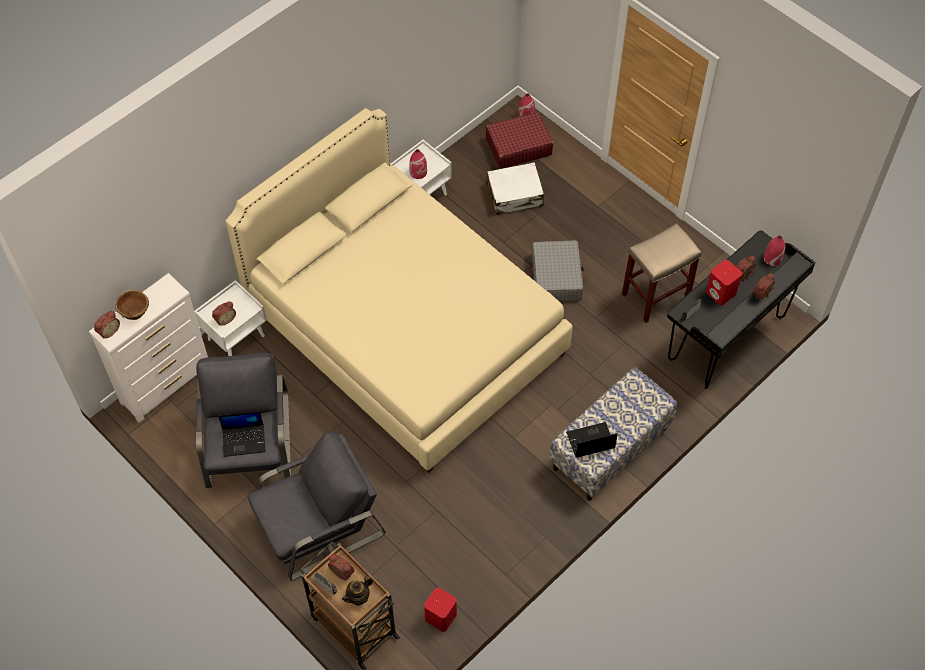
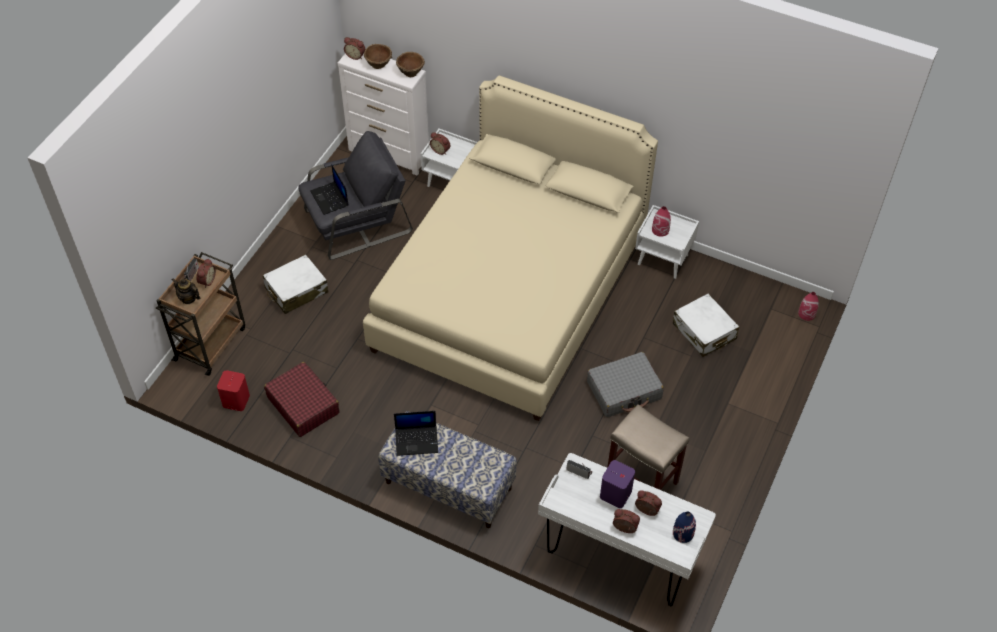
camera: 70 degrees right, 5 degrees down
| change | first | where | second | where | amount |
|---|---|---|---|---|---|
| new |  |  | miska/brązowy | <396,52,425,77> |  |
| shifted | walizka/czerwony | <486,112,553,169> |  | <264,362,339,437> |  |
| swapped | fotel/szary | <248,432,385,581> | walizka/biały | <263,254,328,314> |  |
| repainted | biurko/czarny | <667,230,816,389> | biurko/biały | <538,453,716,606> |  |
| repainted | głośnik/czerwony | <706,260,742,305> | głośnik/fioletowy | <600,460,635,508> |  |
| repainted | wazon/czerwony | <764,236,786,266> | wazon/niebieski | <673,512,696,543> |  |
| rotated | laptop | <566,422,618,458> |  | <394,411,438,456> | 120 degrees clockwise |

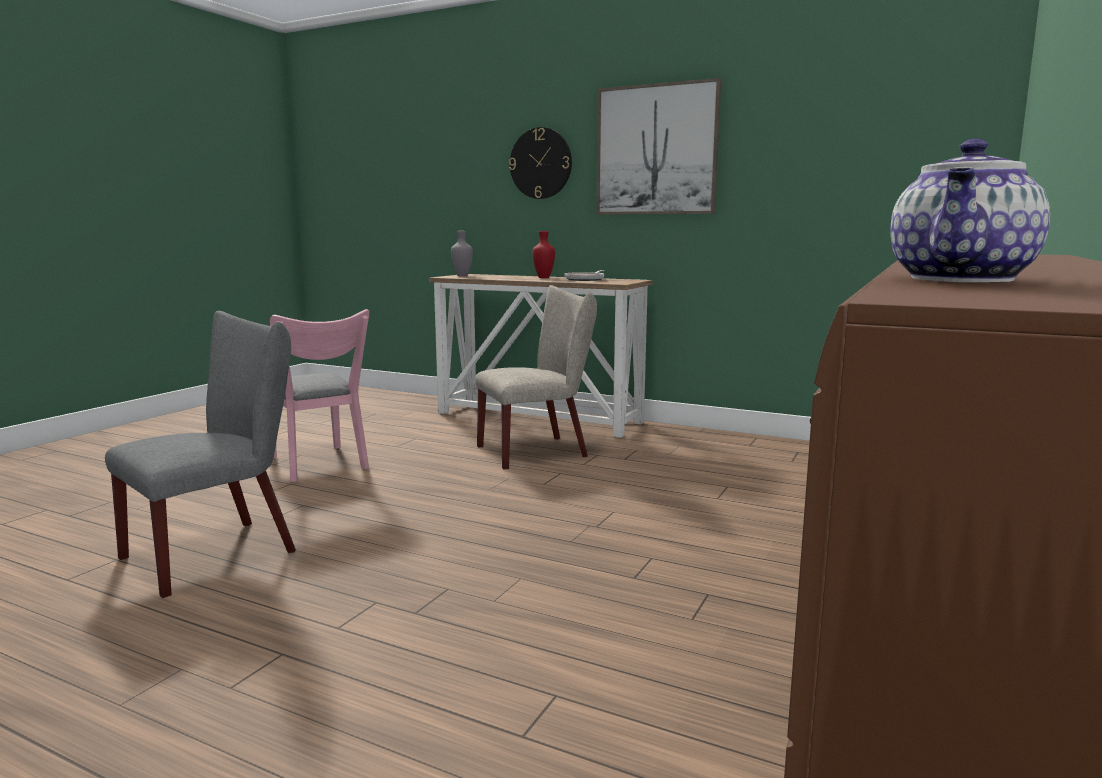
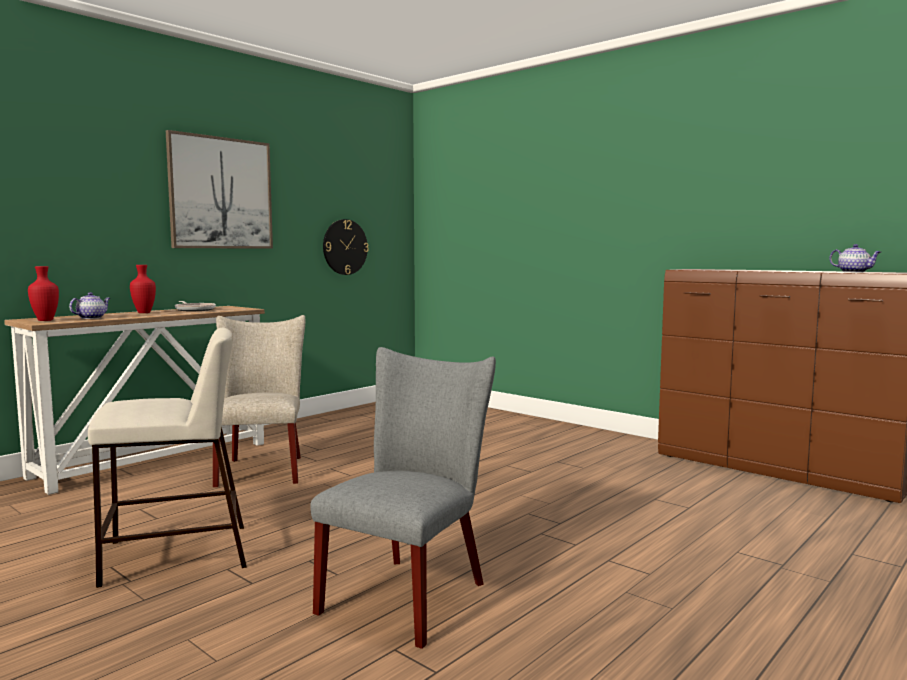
camera: 75 degrees left, 5 degrees down
| change | first | where | second | where | amount |
|---|---|---|---|---|---|
| new |  |  | imbryk | <69,292,110,319> |  |
| shifted | zegar ścienny | <509,127,572,199> |  | <323,219,369,275> |  |
| swapped | krzesło/różowy | <270,309,369,482> | stołek/beżowy | <88,328,247,588> |  |
| repainted | wazon/szary | <451,231,473,276> | wazon/czerwony | <28,266,59,321> |  |
| rotated | krzesło/szary | <105,311,296,598> |  | <310,347,496,649> | 60 degrees clockwise |

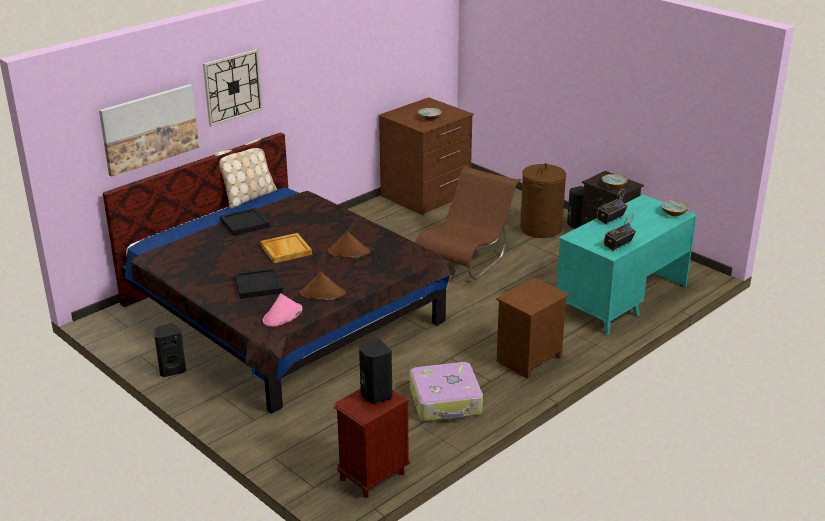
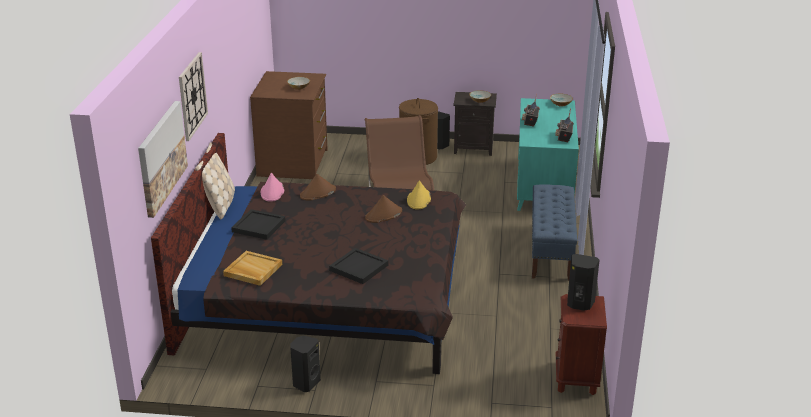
camera: 40 degrees left, 0 degrees up
| change | first | where | second | where | amount |
|---|---|---|---|---|---|
| gone | walizka | <410,362,483,421> |  |  |  |
| new |  |  | kapelusz/żółty | <407,180,431,209> |  |
| shifted | taca/beżowy | <260,233,312,263> |  | <223,251,282,286> |  |
| shifted | kapelusz/różowy | <263,293,302,327> |  | <261,173,284,202> |  |
| shifted | kapelusz/brązowy | <300,272,346,301> |  | <300,174,336,201> |  |
| swapped | szafka nocna/brązowy | <496,278,569,379> | ławka/niebieski | <532,184,577,281> |  |

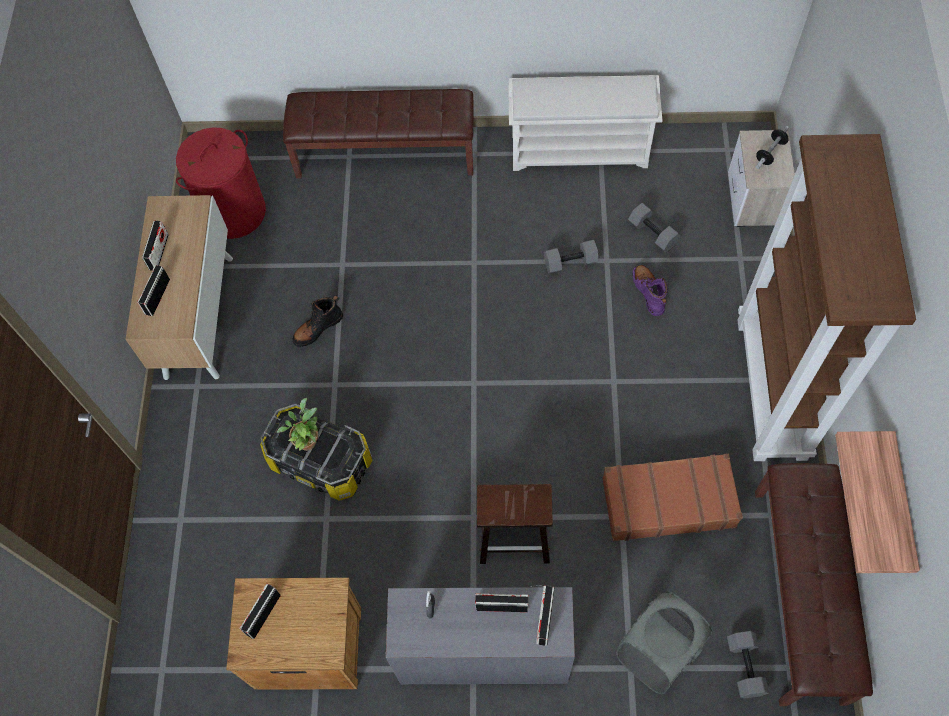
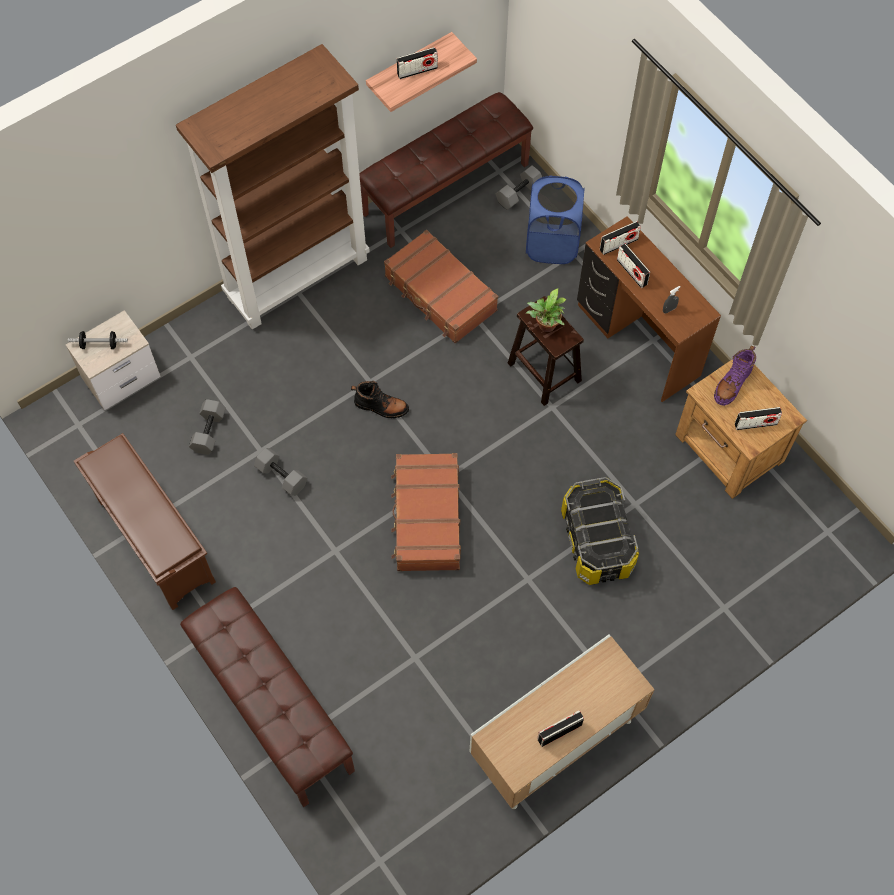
camera: 130 degrees left, 0 degrees up
| change | first | where | second | where | amount |
|---|---|---|---|---|---|
| gone | kosz na pranie/czerwony | <176,127,266,239> |  |  |  |
| new |  |  | walizka/brązowy | <391,453,461,571> |  |
| shifted | radio | <137,265,170,316> |  | <397,47,438,79> |  |
| shifted | roślina doniczkowa | <277,398,318,451> |  | <526,288,566,332> |  |
| shifted | but z cholewką/czarny | <293,295,343,347> |  | <351,381,409,418> |  |
| shifted | but z cholewką/fioletowy | <632,265,668,316> |  | <714,345,756,406> |  |
| repainted | biurko/szary | <386,585,575,684> | biurko/brązowy | <577,216,721,402> |  |
| repainted | regał na buty/biały | <508,75,663,171> | regał na buty/brązowy | <74,433,216,610> |  |
| repainted | kosz na pranie/szary | <616,591,712,694> | kosz na pranie/niebieski | <526,175,585,264> |  |

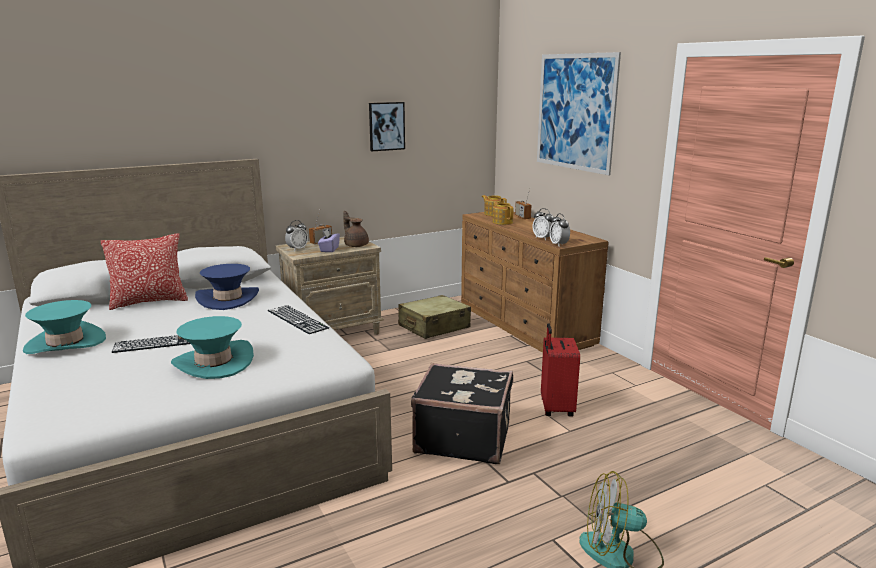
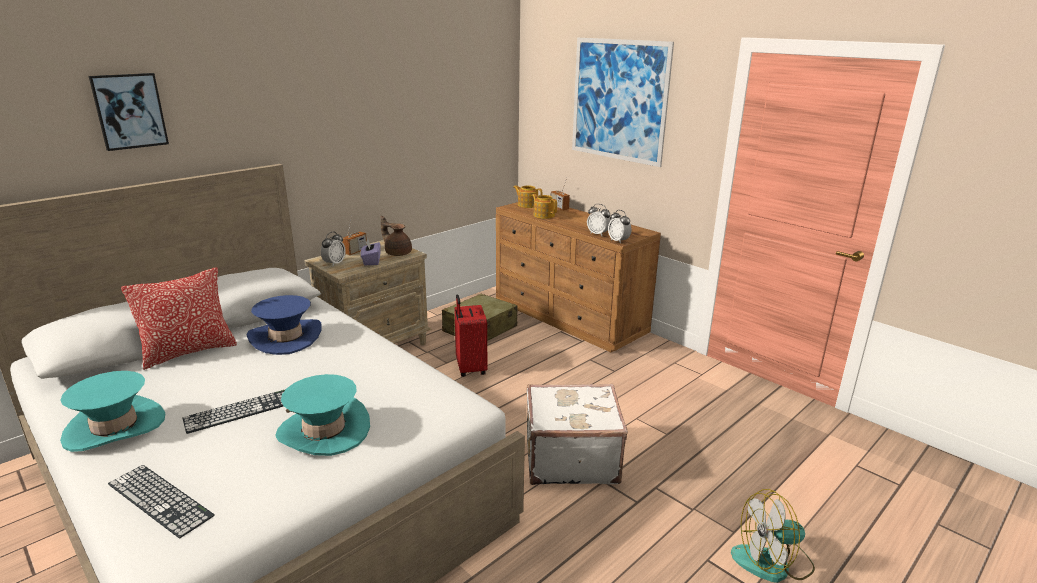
camera: 15 degrees left, 5 degrees up
| change | first | where | second | where | amount |
|---|---|---|---|---|---|
| shifted | klawiatura | <268,305,329,334> |  | <108,465,215,539> |  |
| shifted | obraz | <369,102,405,151> |  | <89,73,169,151> |  |
| shifted | walizka/czerwony | <541,323,580,416> |  | <454,294,488,377> |  |
| repainted | walizka/czarny | <411,363,513,464> | walizka/biały | <526,384,628,485> |  |

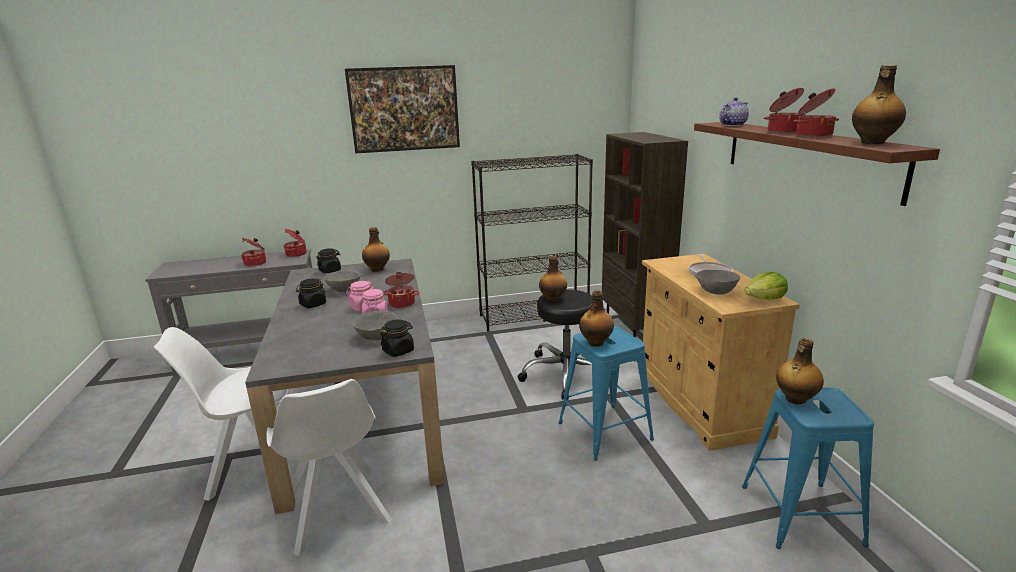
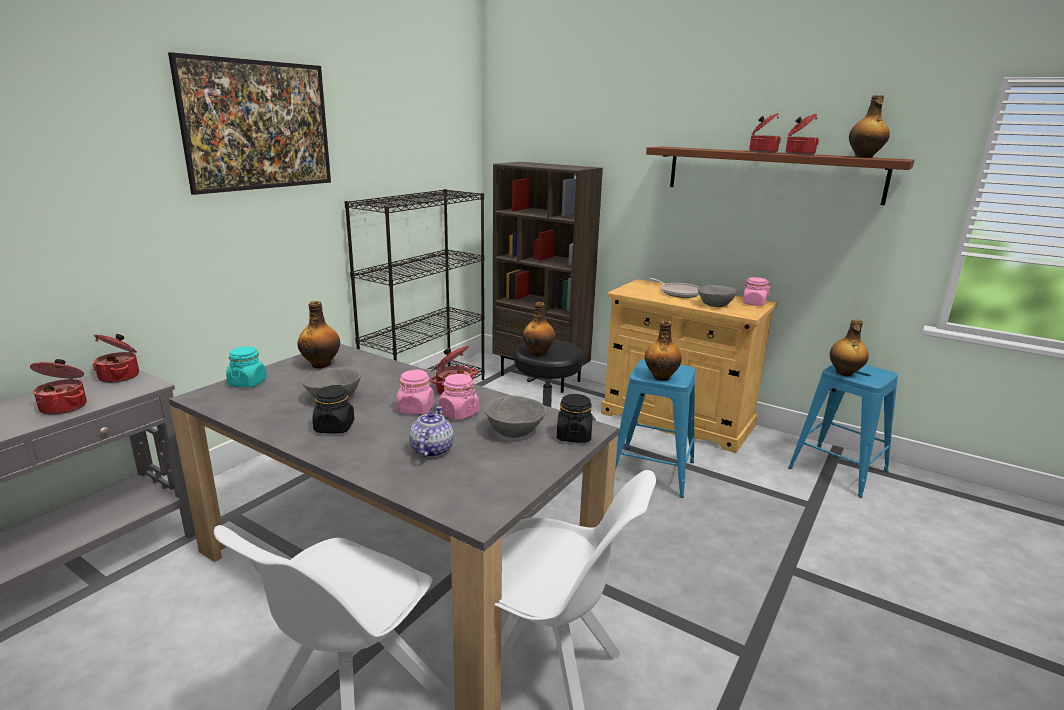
camera: 45 degrees left, 0 degrees up
| change | first | where | second | where | amount |
|---|---|---|---|---|---|
| shifted | imbryk | <719,97,749,126> |  | <409,406,454,458> |  |
| swapped | sałata | <745,272,788,300> | słoik/różowy | <742,277,771,306> |  |
| repainted | słoik/czarny | <316,248,341,273> | słoik/turkusowy | <226,346,267,387> |  |

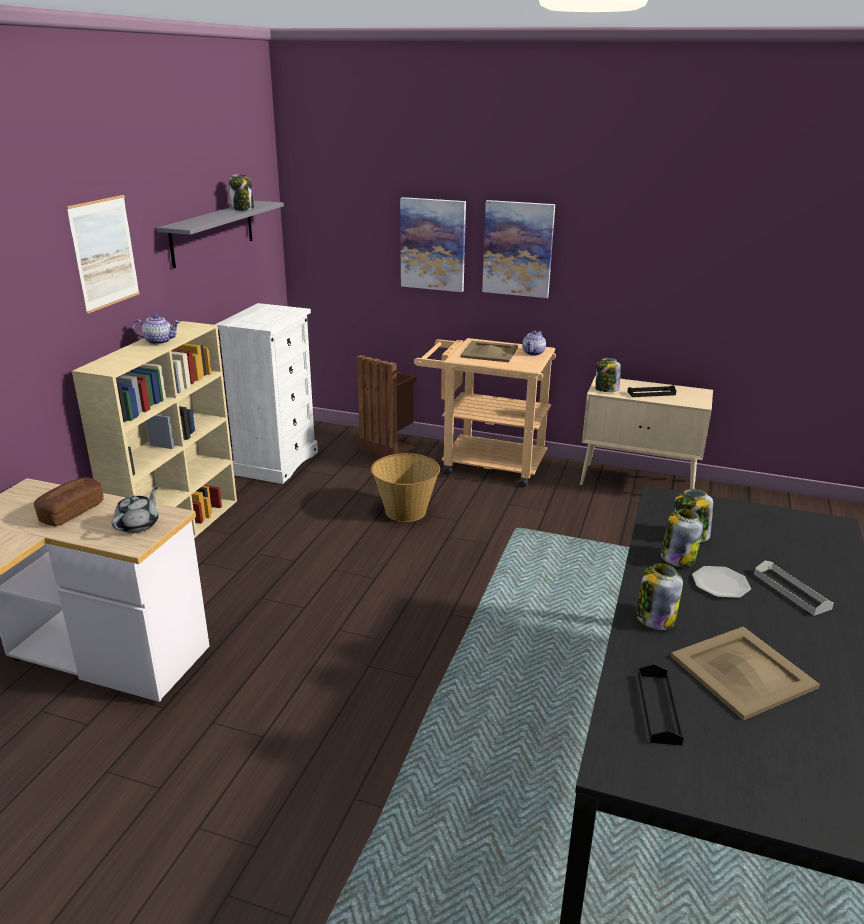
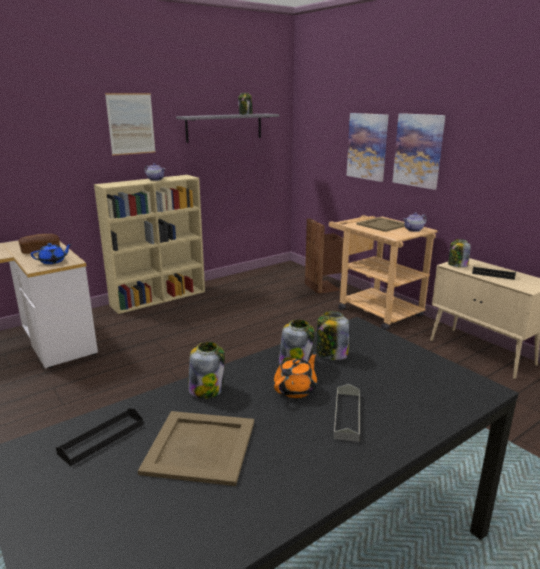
camera: 35 degrees right, 5 degrees down
| change | first | where | second | where | amount |
|---|---|---|---|---|---|
| gone | komoda/biały | <214,303,318,484> |  |  |  |
| gone | koszyk | <371,453,440,522> |  |  |  |
| swapped | talerz | <692,566,751,598> | imbryk/pomarańczowy | <274,352,317,398> |  |
| repainted | imbryk/szary | <111,487,159,533> | imbryk/niebieski | <31,243,72,264> |  |

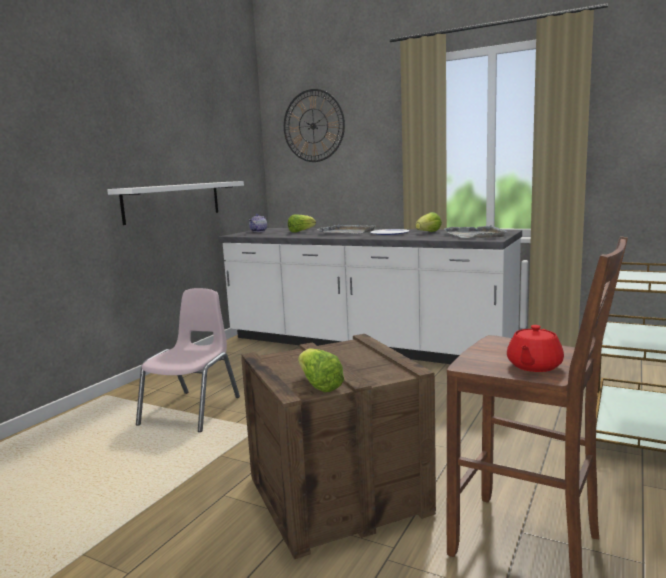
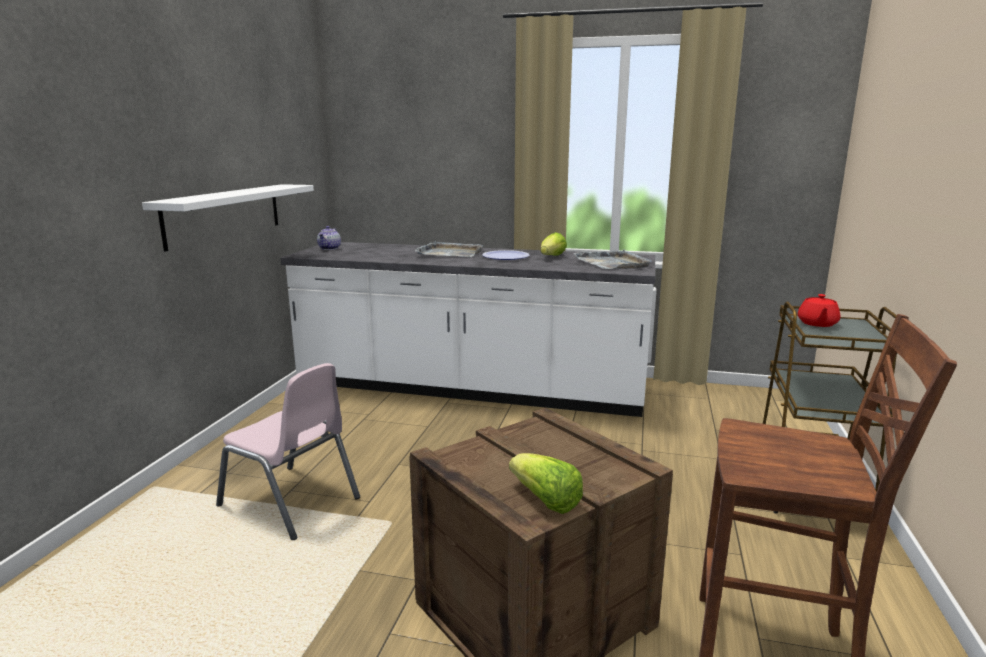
camera: 15 degrees left, 5 degrees up
| change | first | where | second | where | amount |
|---|---|---|---|---|---|
| gone | zegar ścienny | <284,89,345,162> |  |  |  |
| gone | sałata | <288,214,316,233> |  |  |  |
| shifted | imbryk/czerwony | <507,325,564,372> |  | <798,294,840,327> |  |
| rotated | krzesło/różowy | <136,288,240,432> |  | <216,363,360,540> | 120 degrees clockwise |

